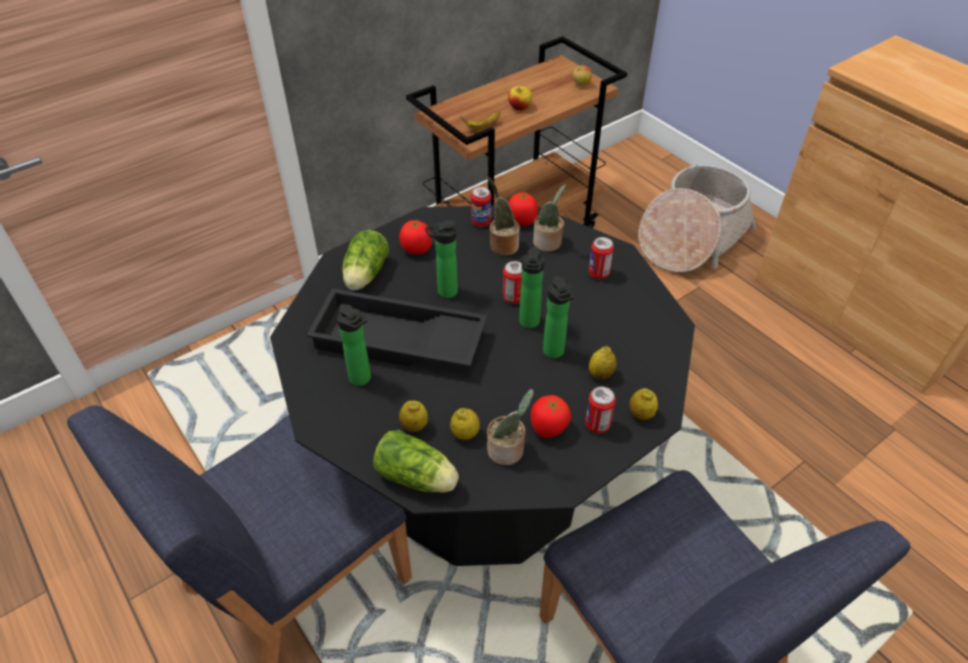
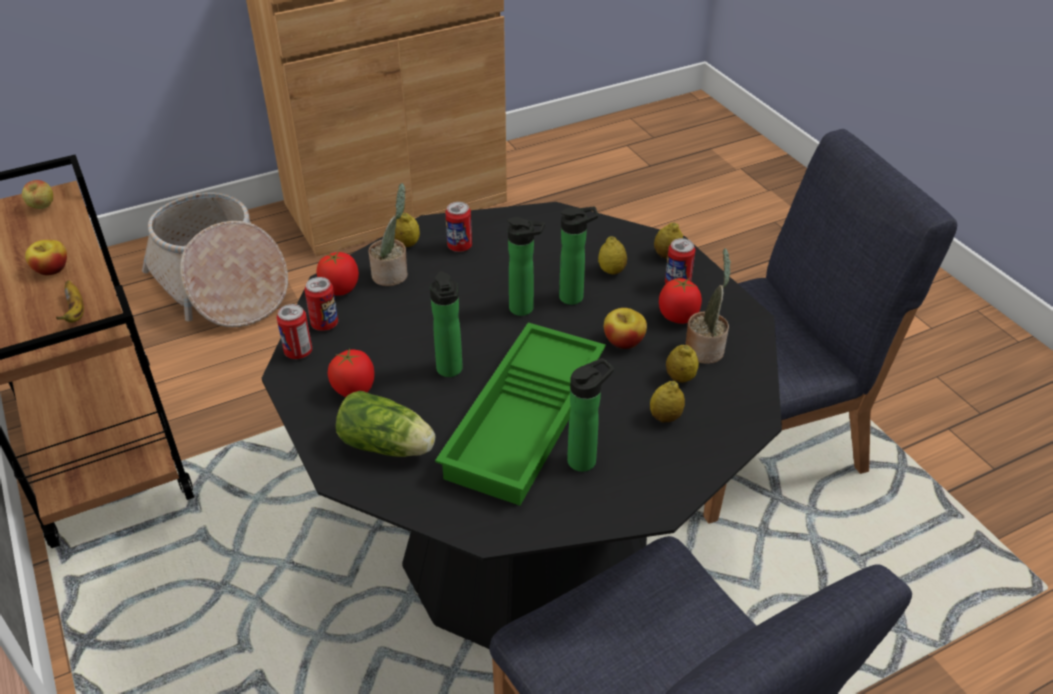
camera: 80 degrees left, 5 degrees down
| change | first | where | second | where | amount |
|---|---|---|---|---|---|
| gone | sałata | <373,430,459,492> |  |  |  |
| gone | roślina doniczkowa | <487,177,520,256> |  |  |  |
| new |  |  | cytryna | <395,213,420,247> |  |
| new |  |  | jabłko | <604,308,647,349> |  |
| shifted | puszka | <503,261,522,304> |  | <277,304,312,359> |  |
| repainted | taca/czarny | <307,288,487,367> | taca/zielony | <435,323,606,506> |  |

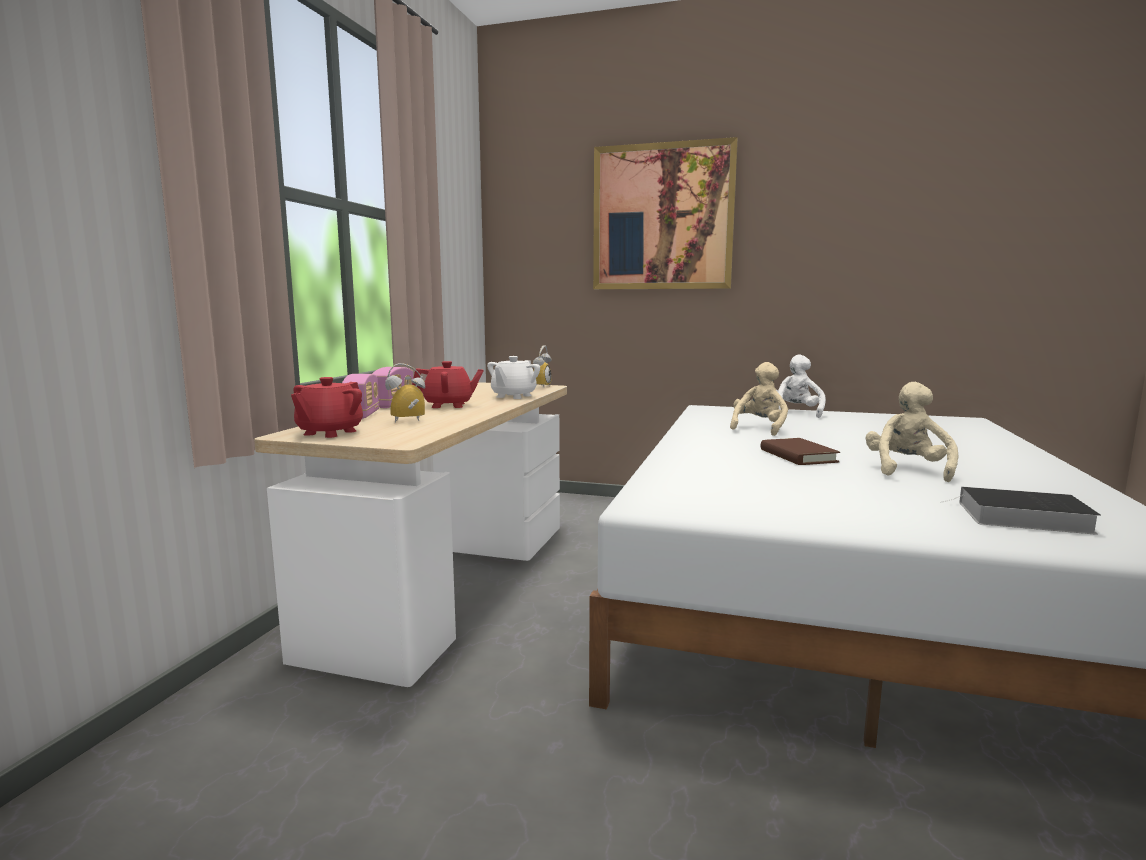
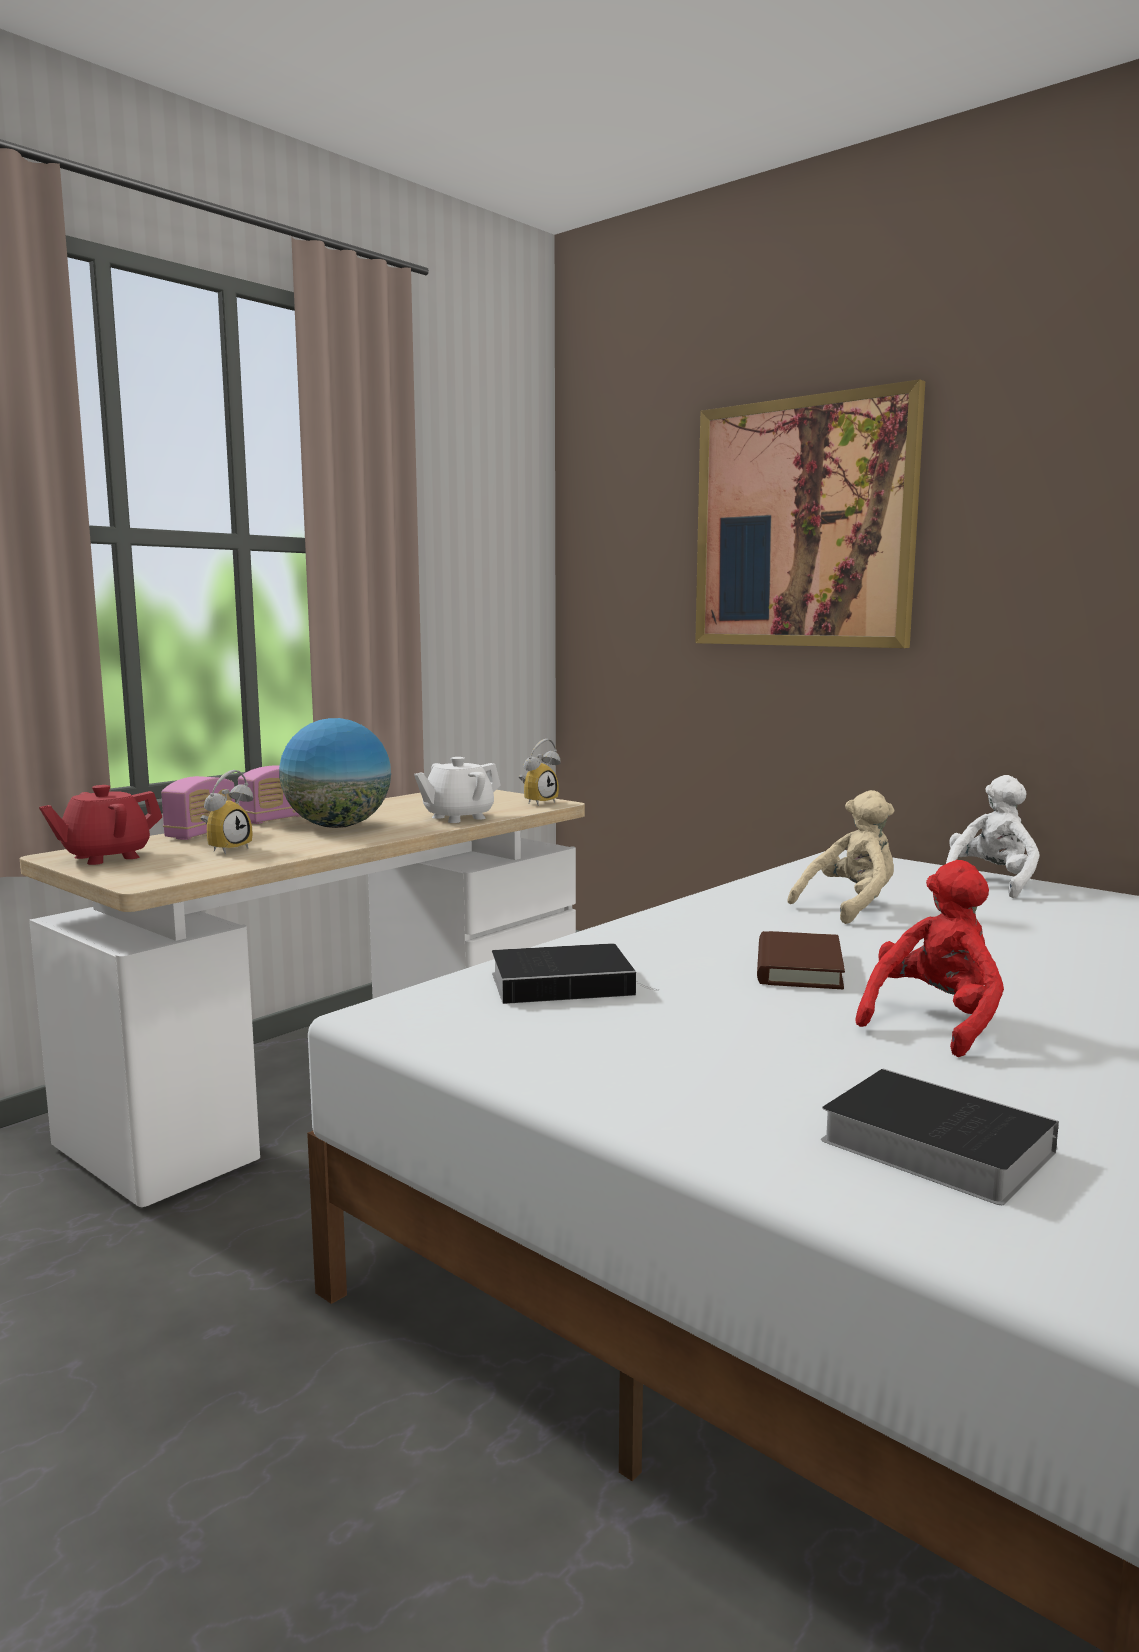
camera: 25 degrees right, 0 degrees up
| change | first | where | second | where | amount |
|---|---|---|---|---|---|
| new |  |  | książka | <492,943,659,1004> |  |
| swapped | imbryk/czerwony | <412,361,483,408> | globus | <279,718,391,828> |  |
| repainted | pluszak/beżowy | <866,382,958,482> | pluszak/czerwony | <855,860,1004,1057> |  |
| rotated | budzik | <385,363,425,423> |  | <200,770,253,854> | 120 degrees clockwise |

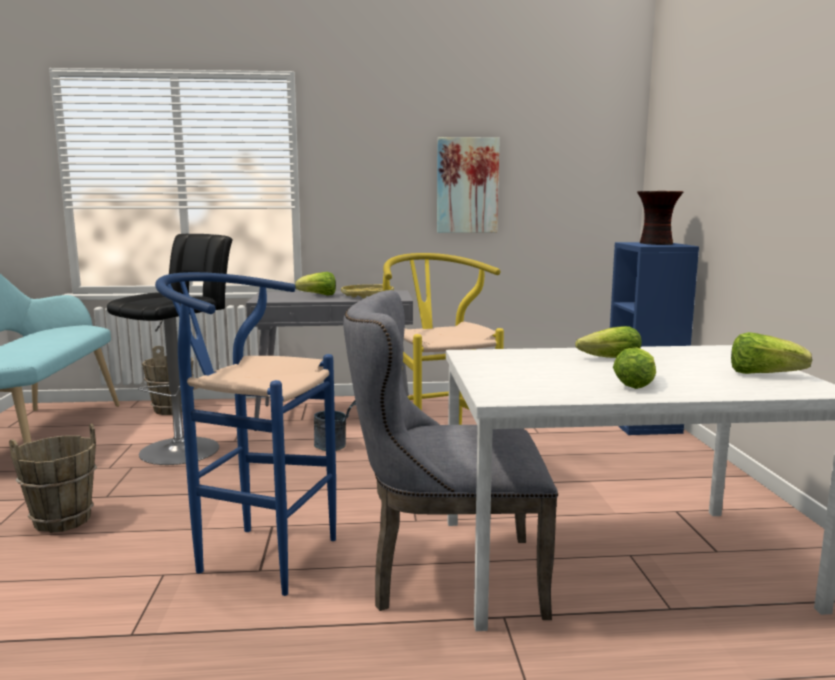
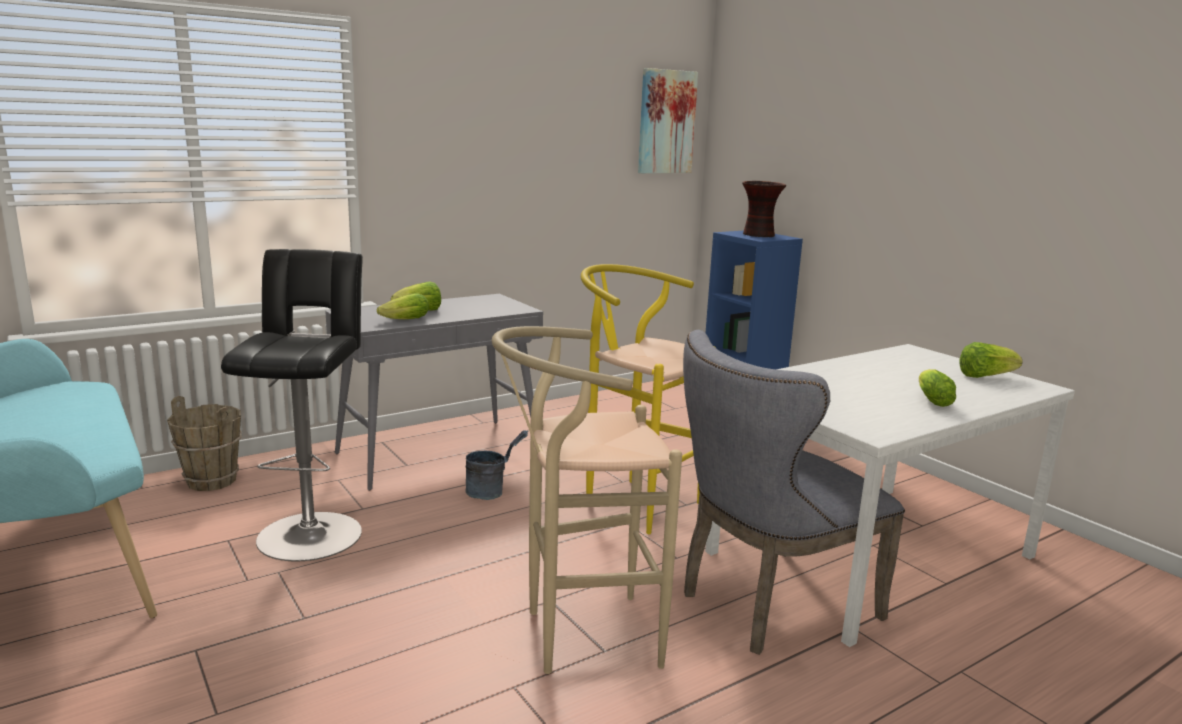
camera: 30 degrees left, 5 degrees up
| change | first | where | second | where | amount |
|---|---|---|---|---|---|
| gone | wiadro/brązowy | <9,423,97,533> |  |  |  |
| gone | taca/żółty | <341,284,394,298> |  |  |  |
| shifted | obraz | <437,137,500,233> |  | <638,68,698,173> |  |
| shifted | sałata | <575,326,642,358> |  | <377,293,429,319> |  |
| repainted | stołek/niebieski | <155,272,336,596> | stołek/beżowy | <492,326,682,674> |  |

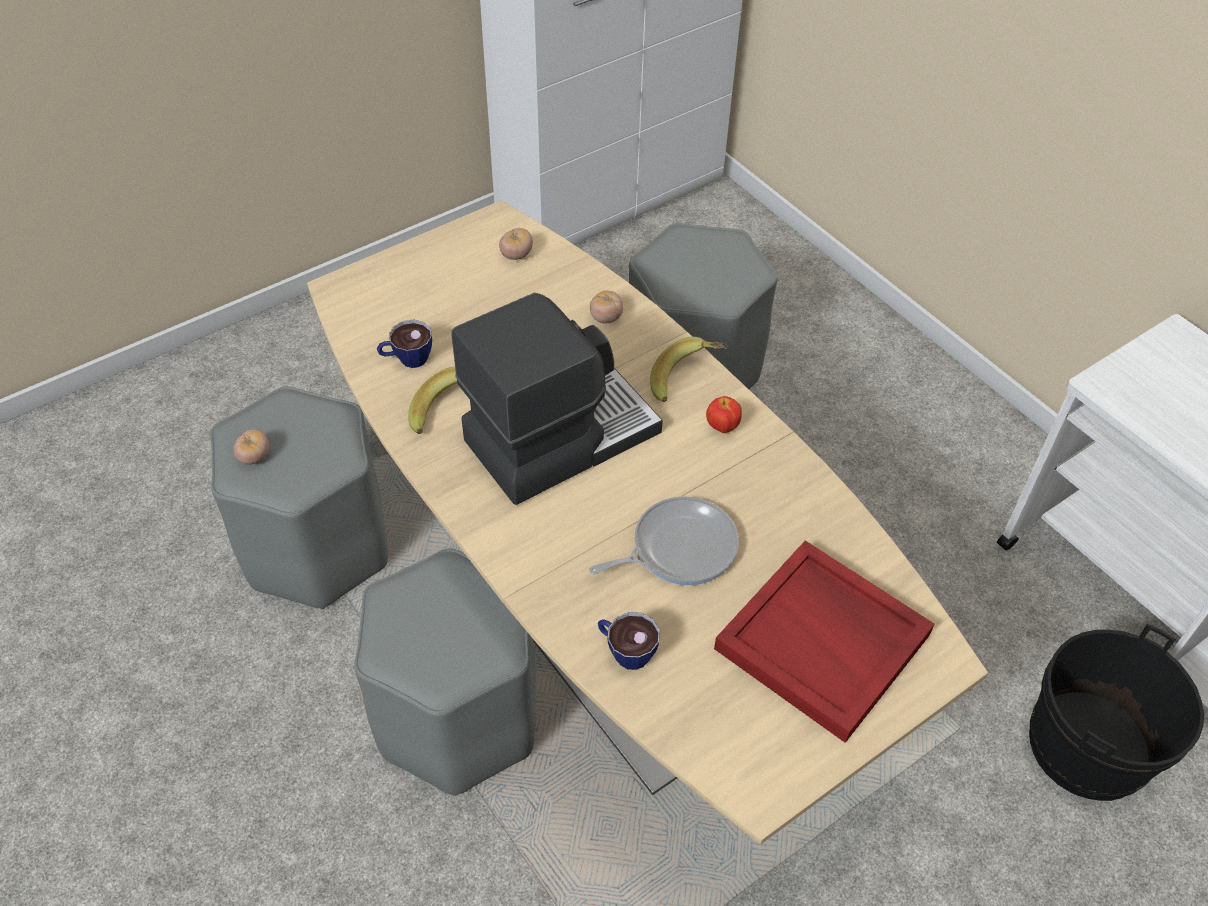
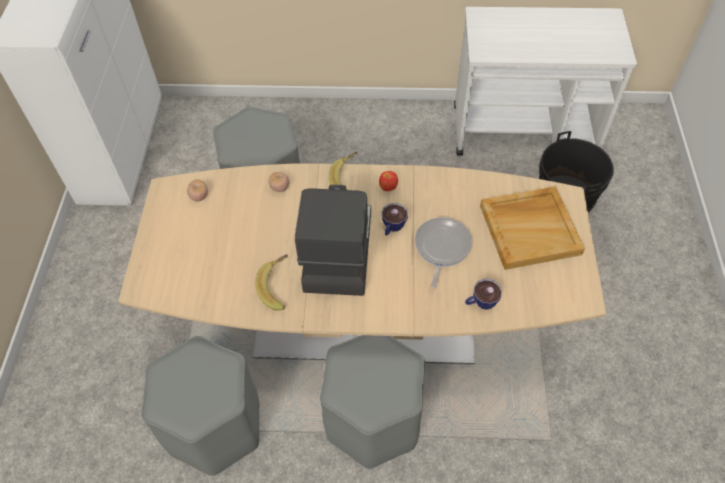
camera: 50 degrees left, 5 degrees up
| change | first | where | second | where | amount |
|---|---|---|---|---|---|
| gone | pomidor | <234,429,269,465> |  |  |  |
| shifted | filiżanka | <377,320,432,368> |  | <381,203,408,236> |  |
| repainted | taca/czerwony | <714,541,934,743> | taca/beżowy | <480,186,585,270> |  |

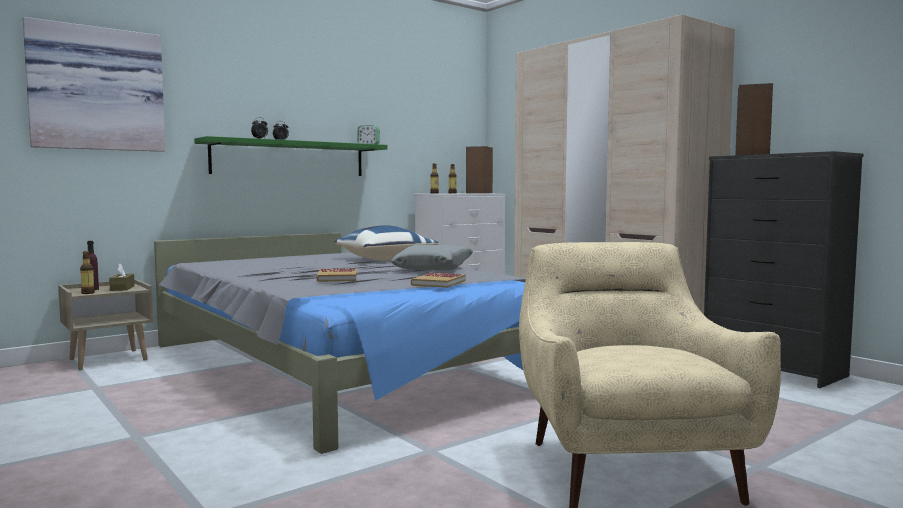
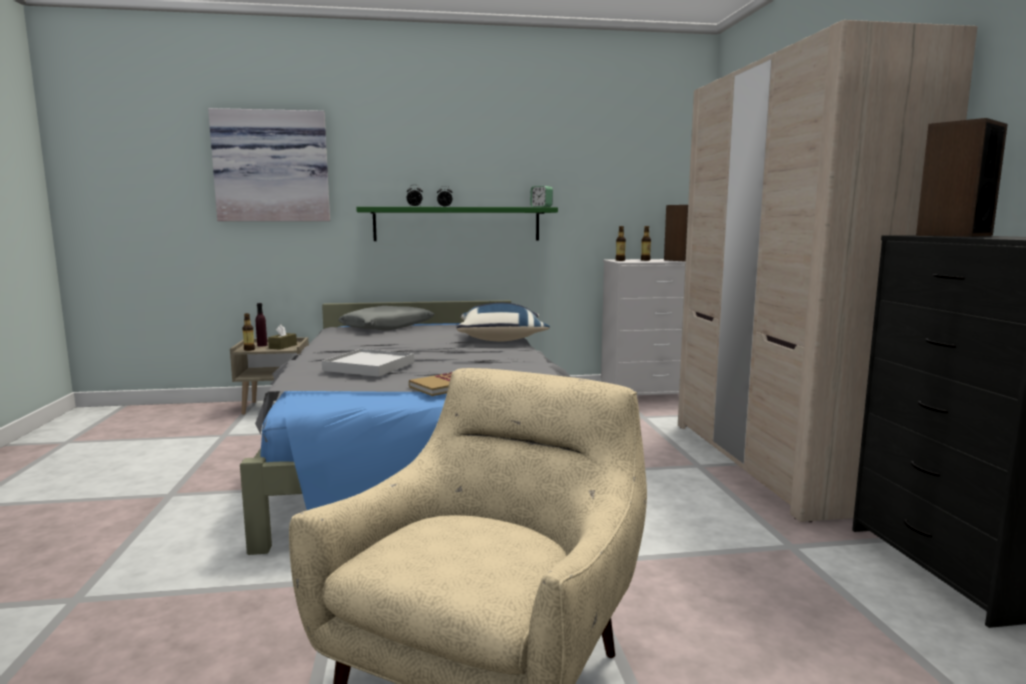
camera: 30 degrees right, 5 degrees up
| change | first | where | second | where | amount |
|---|---|---|---|---|---|
| shifted | poduszka/szary | <391,244,473,270> |  | <338,306,435,331> |  |
| swapped | książka | <317,268,356,282> | taca/biały | <322,349,414,377> |  |

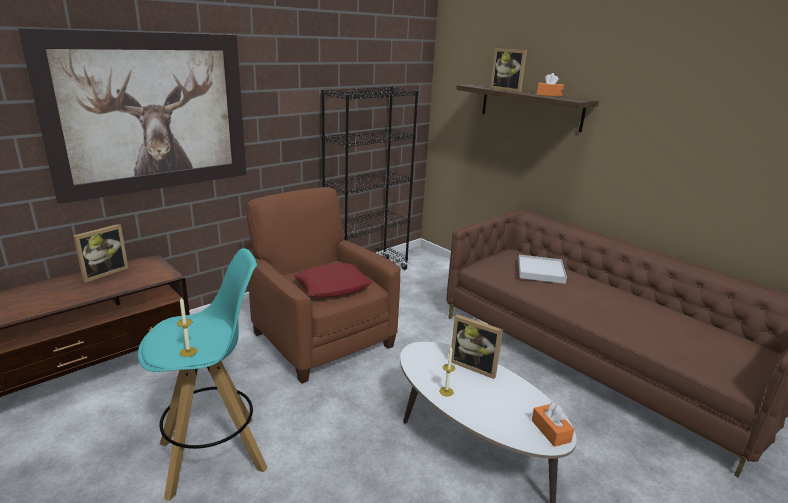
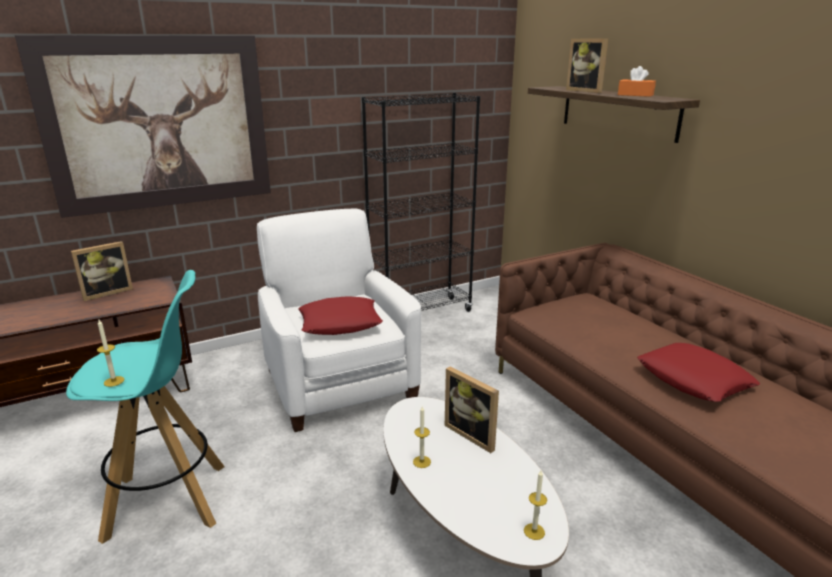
camera: 15 degrees right, 0 degrees up
| change | first | where | second | where | amount |
|---|---|---|---|---|---|
| gone | taca/biały | <518,255,567,284> |  |  |  |
| new |  |  | poduszka/czerwony | <637,343,760,402> |  |
| swapped | pudełko chusteczek/pomarańczowy | <532,402,574,447> | świeca | <524,471,547,540> |  |
| repainted | fotel/brązowy | <246,187,401,384> | fotel/biały | <257,209,421,432> |  |

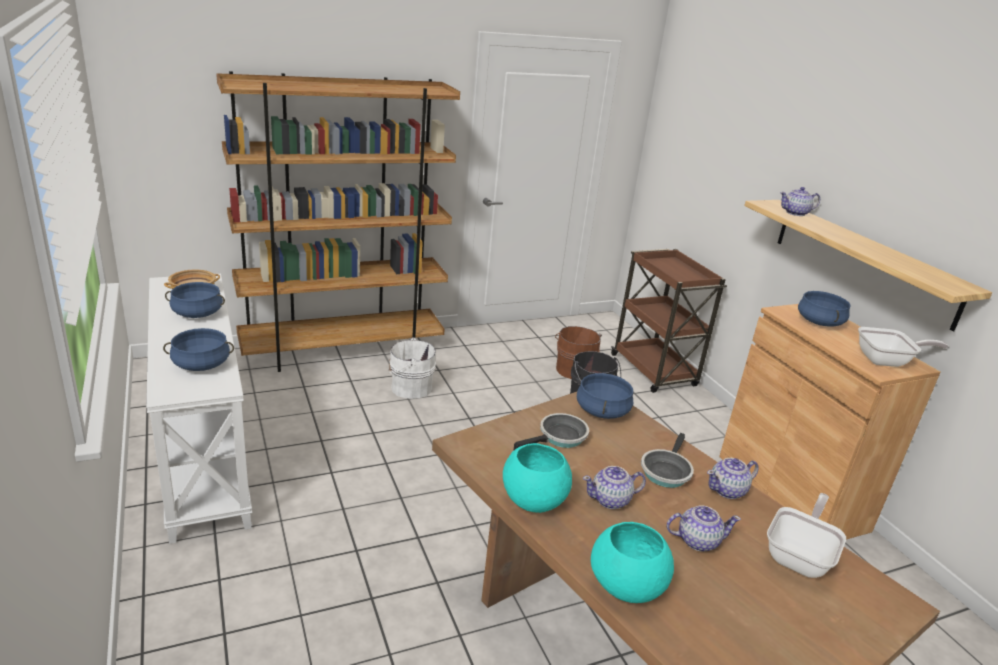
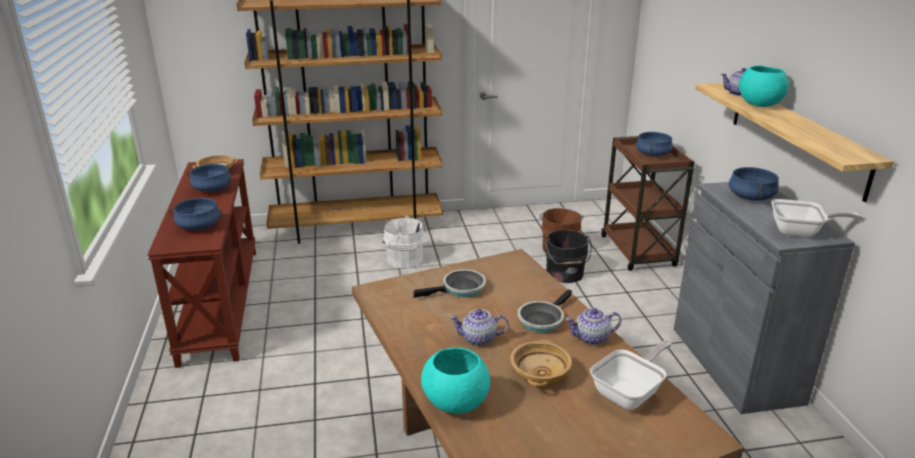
camera: 15 degrees right, 0 degrees up
| change | first | where | second | where | amount |
|---|---|---|---|---|---|
| shifted | miska/turkusowy | <503,443,572,513> |  | <739,66,789,107> |  |
| shifted | garnek/niebieski | <577,373,633,419> |  | <636,132,673,156> |  |
| swapped | imbryk | <667,505,741,552> | miska/beżowy | <511,340,572,386> |  |
| repainted | stolik konsolowy/biały | <146,274,253,544> | stolik konsolowy/brązowy | <147,159,256,368> |  |
| repainted | szafka/brązowy | <719,304,941,540> | szafka/szary | <674,182,855,414> |  |

